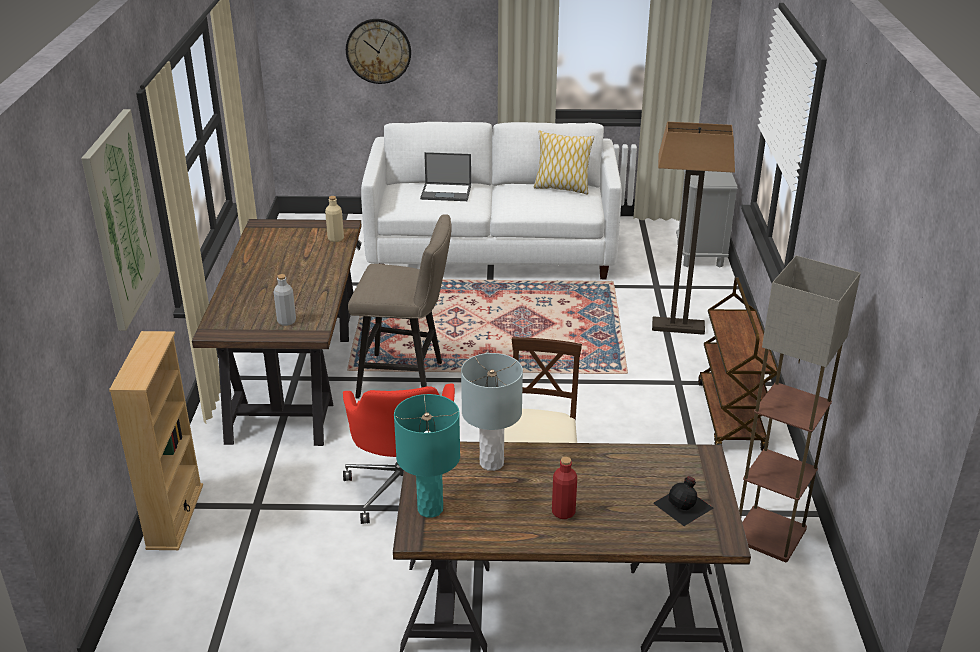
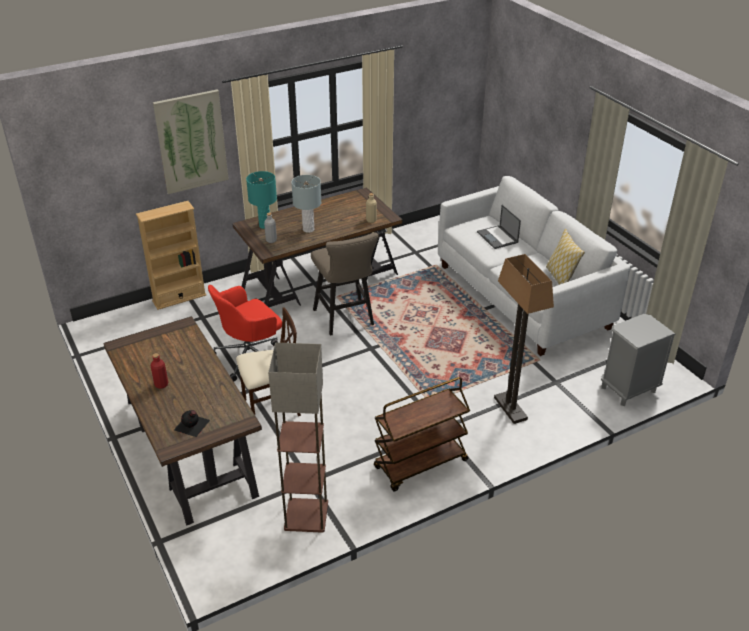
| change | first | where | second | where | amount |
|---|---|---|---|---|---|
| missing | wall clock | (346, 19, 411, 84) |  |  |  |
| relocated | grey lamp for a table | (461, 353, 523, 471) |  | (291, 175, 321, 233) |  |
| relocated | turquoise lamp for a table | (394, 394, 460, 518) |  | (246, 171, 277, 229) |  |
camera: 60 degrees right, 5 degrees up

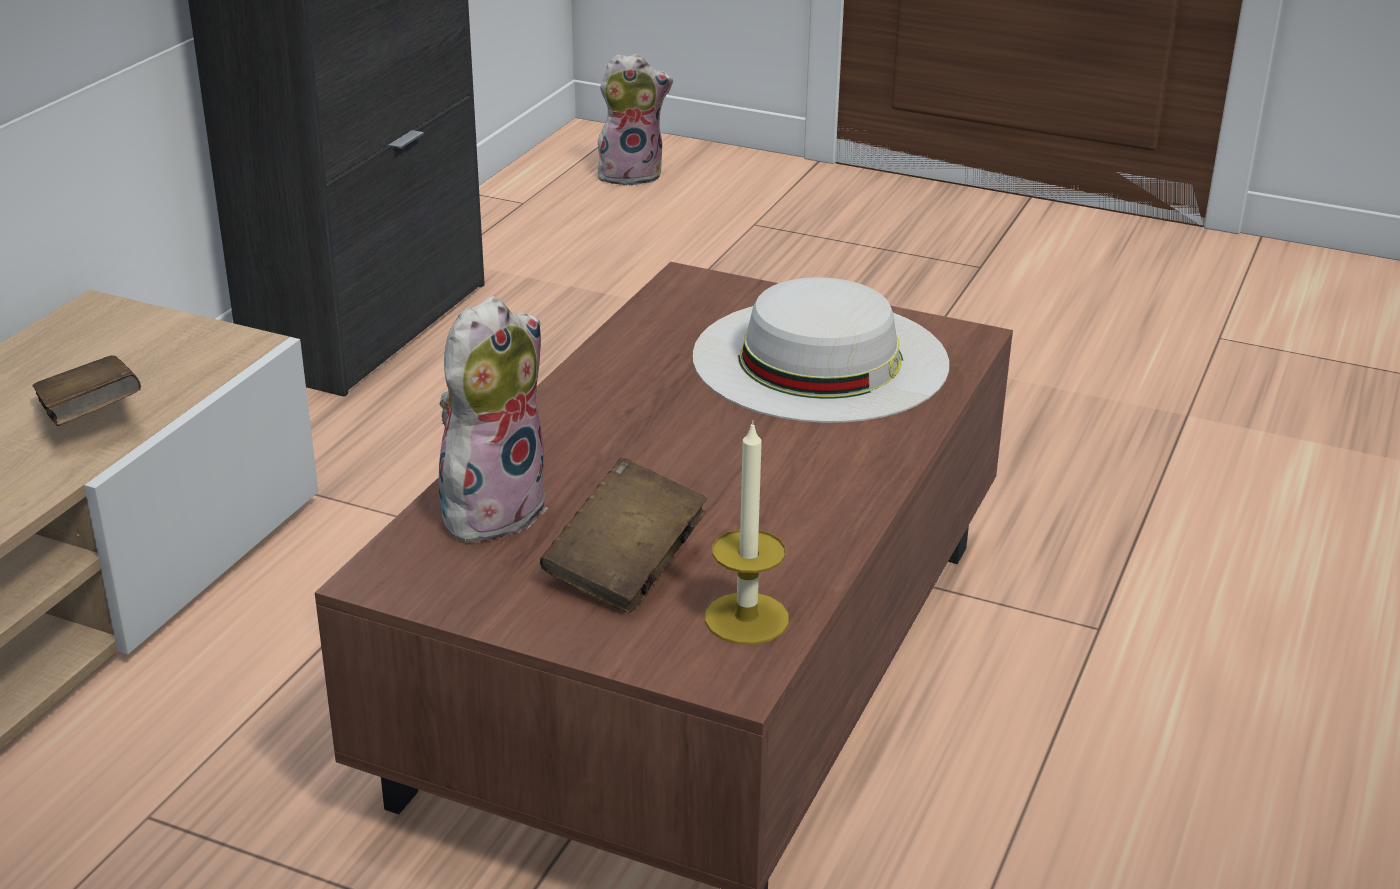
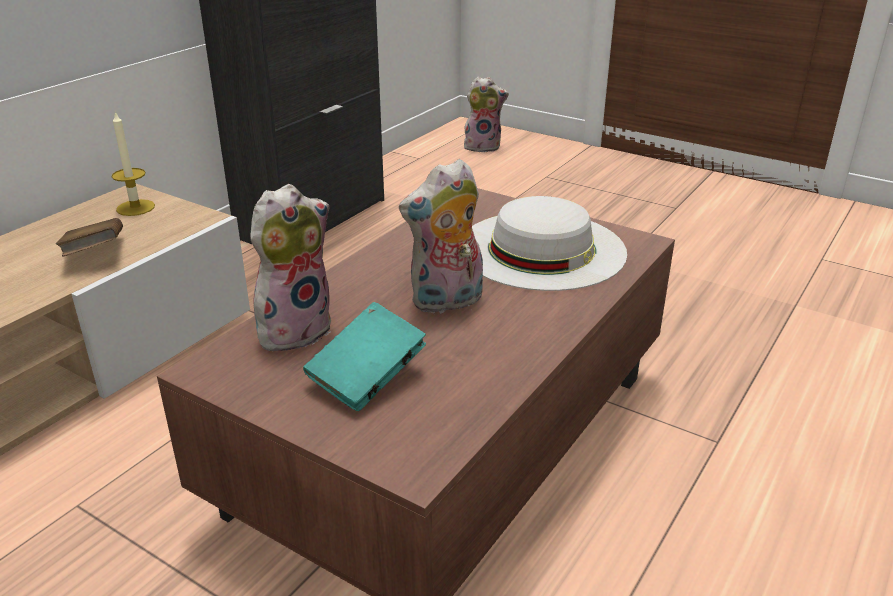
| change | first | where | second | where | amount |
|---|---|---|---|---|---|
| relocated | wax candle | (705, 420, 789, 645) |  | (112, 111, 155, 216) |  |
| colour | brownish bound book | (540, 458, 708, 612) | turquoise bound book | (303, 302, 426, 411) |  |
| appeared |  |  | soft toy | (399, 159, 483, 315) |  |
camera: 10 degrees right, 0 degrees up

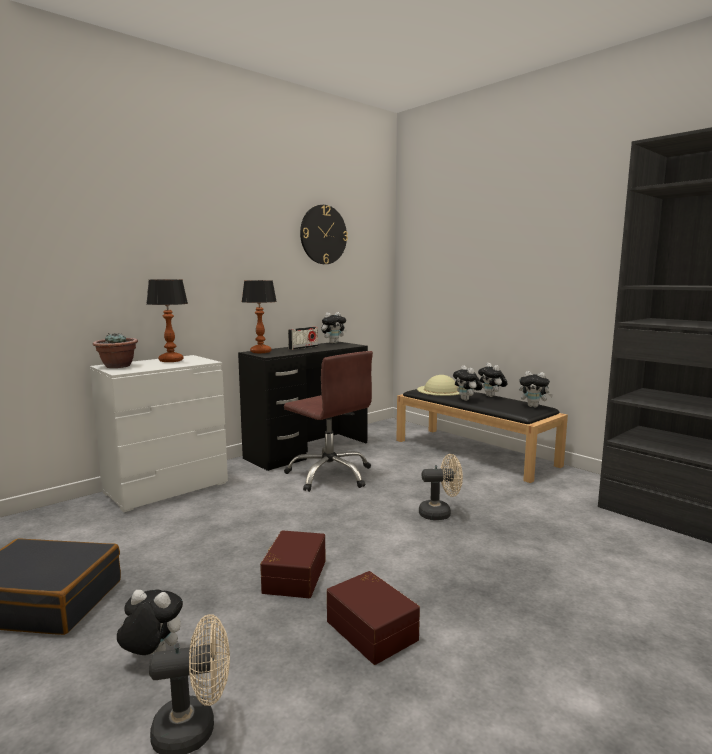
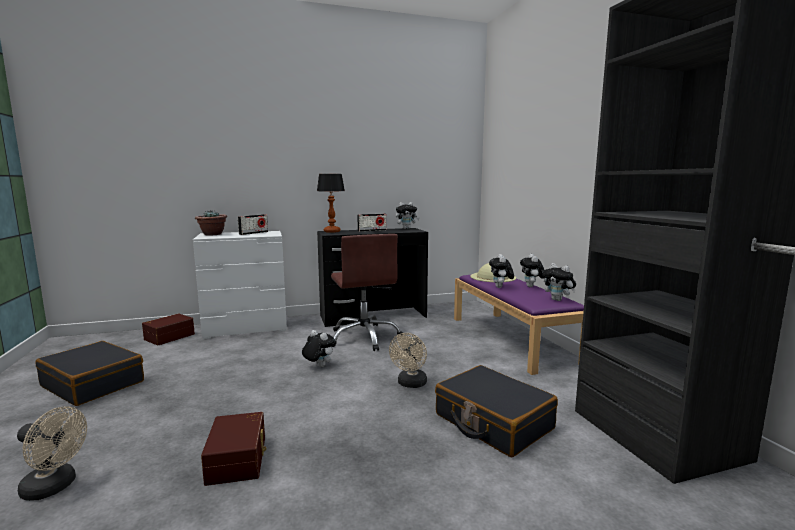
| change | first | where | second | where | amount |
|---|---|---|---|---|---|
| missing | wall clock | (300, 205, 348, 264) |  |  |  |
| exchanged | lamp for a table | (146, 279, 188, 362) | radio receiver | (238, 214, 268, 235) |  |
| colour | blackish long seat | (396, 389, 568, 483) | purple-coloured long seat | (454, 275, 584, 375) |  |
| spun | sand-coloured electric fan | (419, 454, 463, 520) |  | (389, 333, 427, 388) | 90 degrees clockwise |
| relocated | brownish storage container | (260, 530, 326, 598) |  | (142, 314, 195, 345) |  |
| relocated | soft toy | (117, 590, 183, 655) |  | (302, 330, 335, 367) |  |
| appeared |  |  | blackish piece of luggage | (435, 365, 558, 457) |  |
camera: 25 degrees right, 0 degrees up

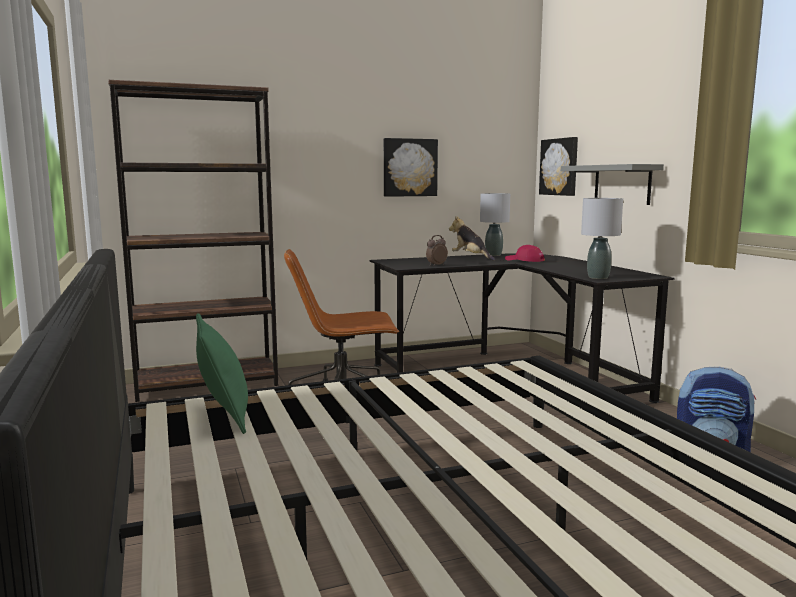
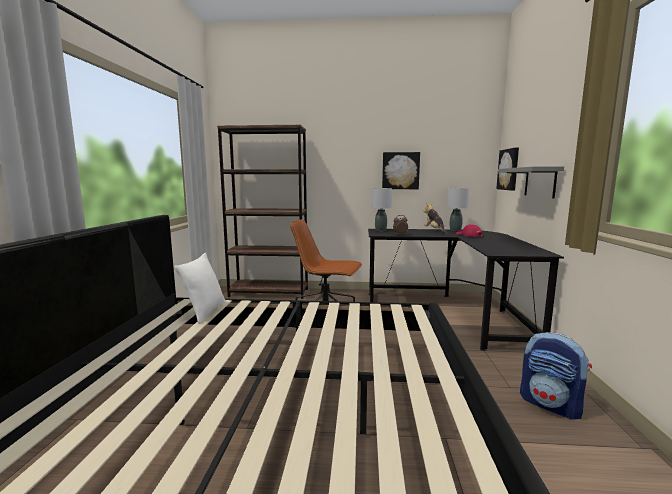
| change | first | where | second | where | amount |
|---|---|---|---|---|---|
| relocated | grey lamp for a table | (581, 198, 623, 279) |  | (371, 188, 392, 231) |  |
| colour | greenish pillow | (196, 313, 248, 434) | white-coloured pillow | (175, 253, 226, 324) |  |
camera: 25 degrees right, 0 degrees up

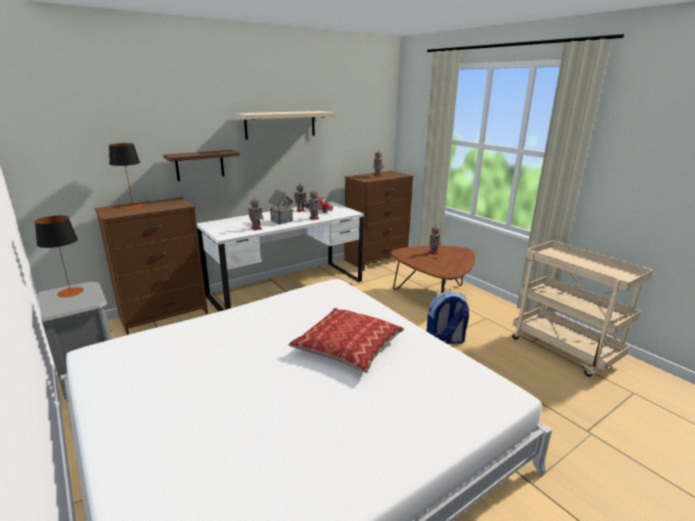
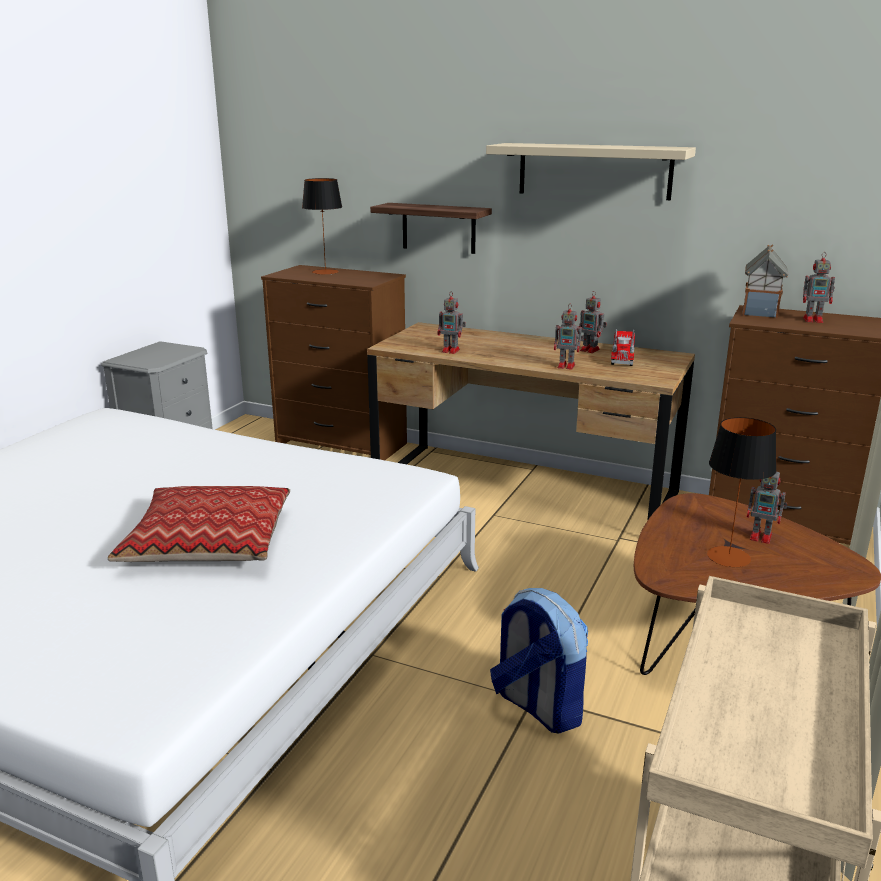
| change | first | where | second | where | amount |
|---|---|---|---|---|---|
| relocated | miniature house | (269, 189, 294, 225) |  | (742, 244, 788, 318) |  |
| colour | white-coloured desk | (197, 202, 364, 311) | brownish desk | (367, 322, 695, 521) |  |
| relocated | lamp for a table | (35, 216, 84, 297) |  | (707, 417, 777, 567) |  |
camera: 60 degrees right, 0 degrees up

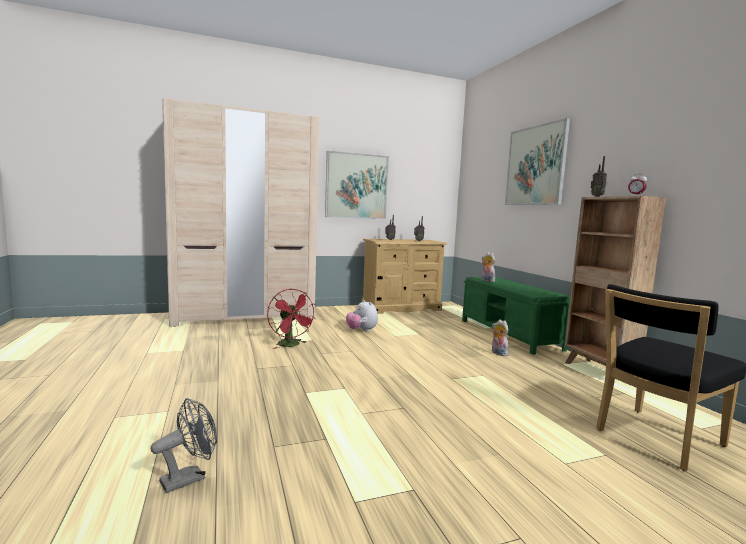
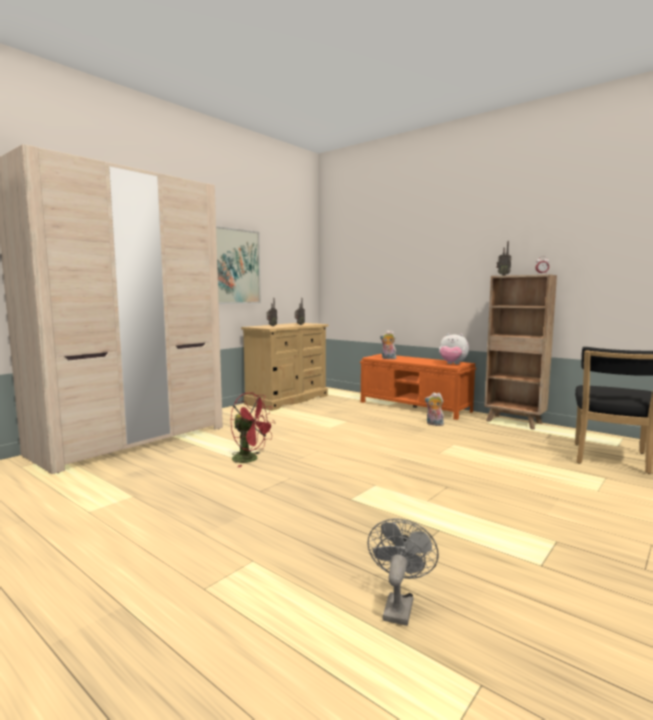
| change | first | where | second | where | amount |
|---|---|---|---|---|---|
| missing | picture | (505, 118, 570, 205) |  |  |  |
| colour | greenish long seat | (462, 277, 570, 355) | orangey long seat | (360, 354, 476, 420) |  |
| relocated | soft toy | (346, 300, 378, 332) |  | (439, 333, 469, 364) |  |
camera: 30 degrees left, 0 degrees up

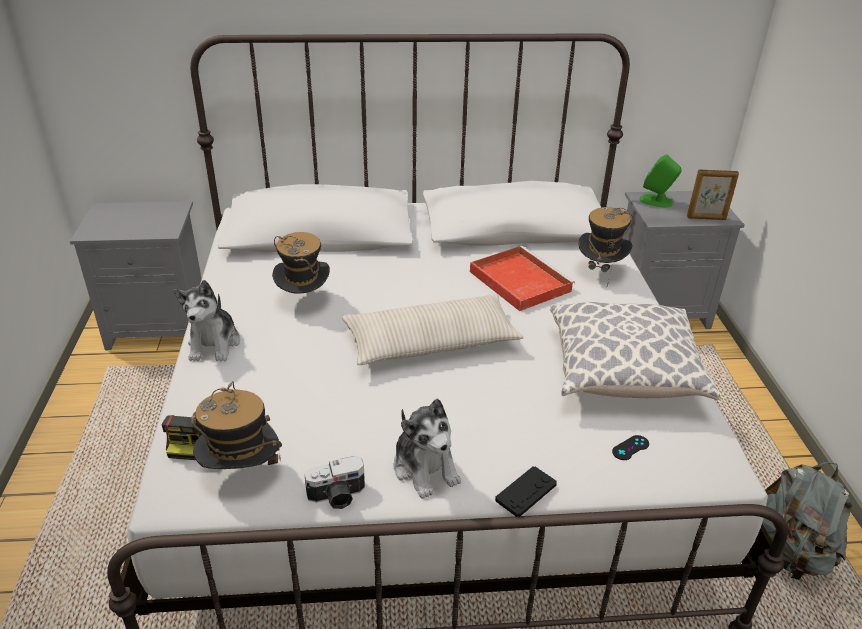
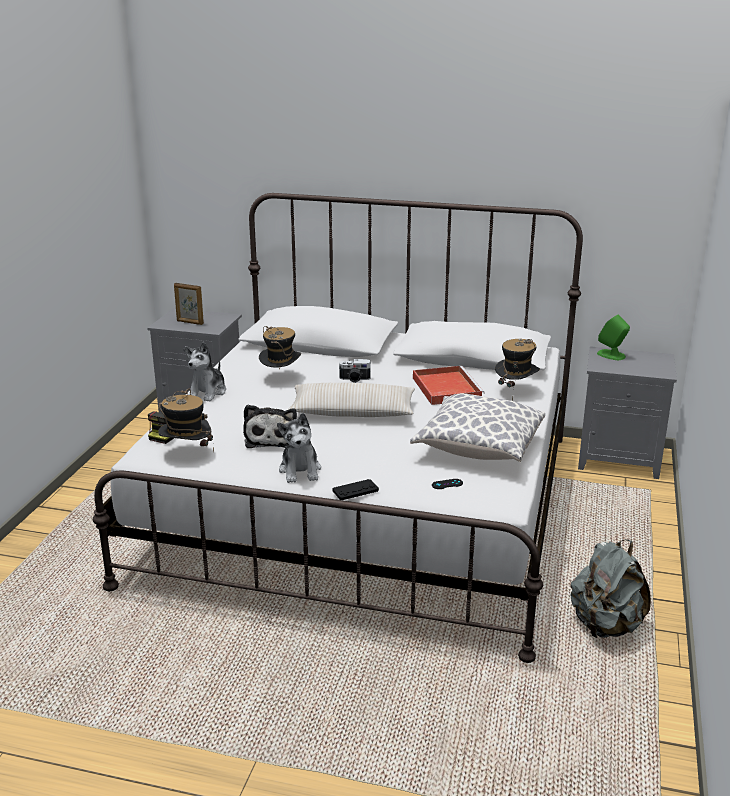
| change | first | where | second | where | amount |
|---|---|---|---|---|---|
| relocated | photo frame | (687, 169, 739, 220) |  | (174, 283, 204, 325) |  |
| relocated | photo camera | (304, 456, 365, 509) |  | (339, 359, 371, 383) |  |
| appeared |  |  | soft toy | (243, 405, 297, 448) |  |
camera: 20 degrees right, 10 degrees down

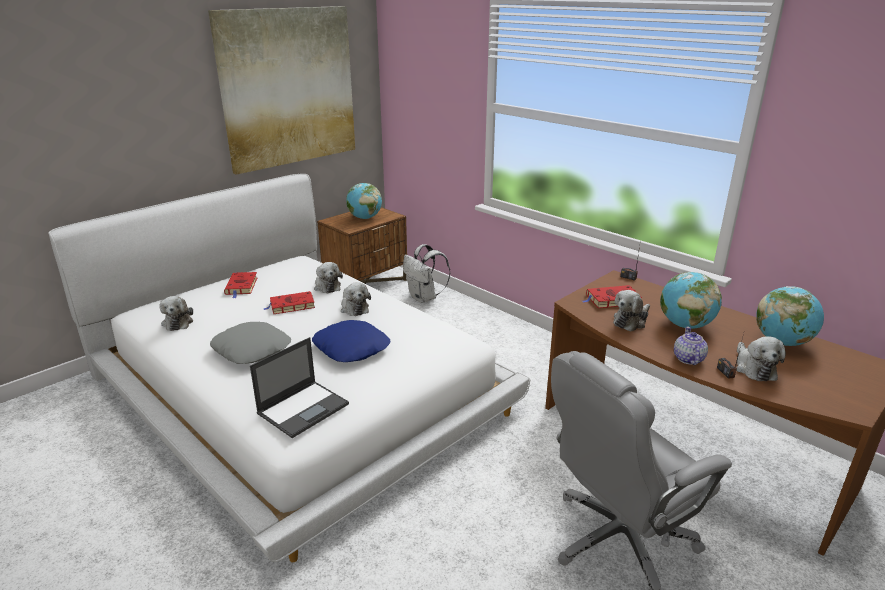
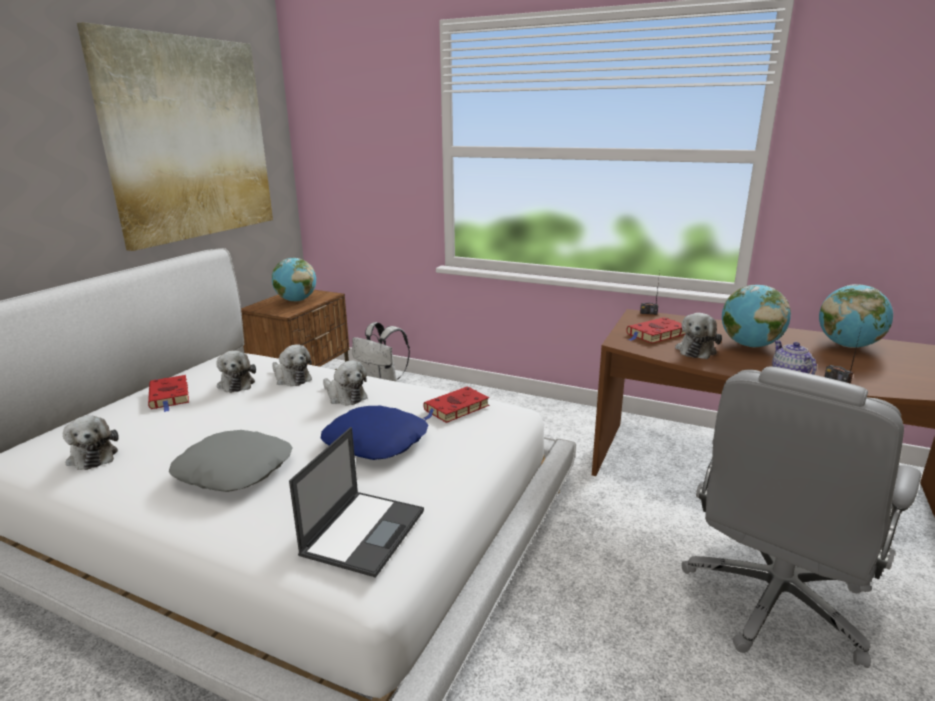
| change | first | where | second | where | amount |
|---|---|---|---|---|---|
| relocated | reddish bound book | (263, 291, 315, 314) |  | (423, 387, 489, 423) |  |
| relocated | soft toy | (736, 336, 786, 381) |  | (216, 351, 256, 393) |  |
camera: 20 degrees left, 5 degrees down

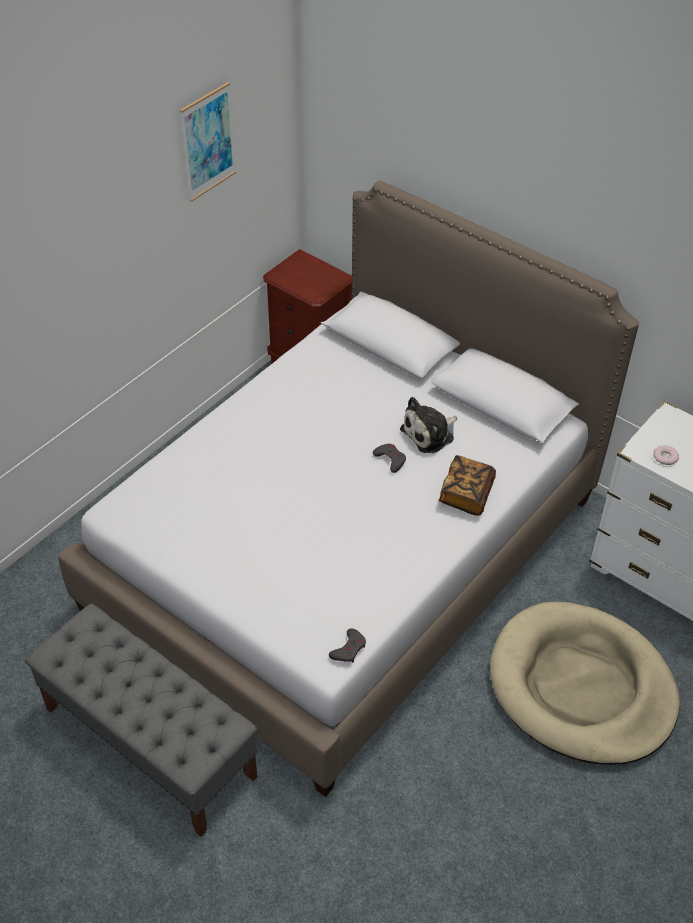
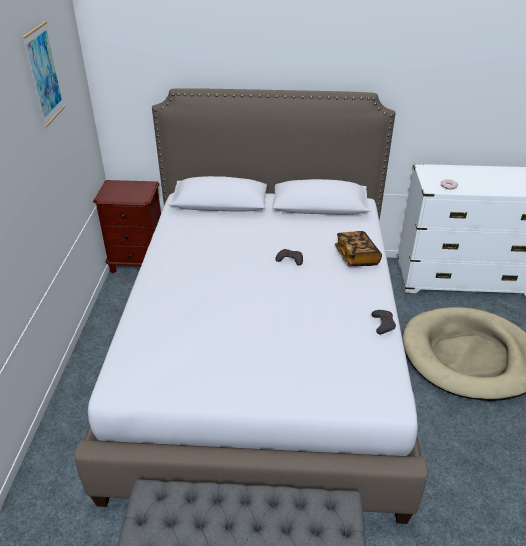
| change | first | where | second | where | amount |
|---|---|---|---|---|---|
| missing | soft toy | (400, 397, 457, 453) |  |  |  |
| relocated | grey gamepad | (329, 628, 366, 662) |  | (371, 310, 396, 334) |  |
camera: 35 degrees left, 10 degrees down

